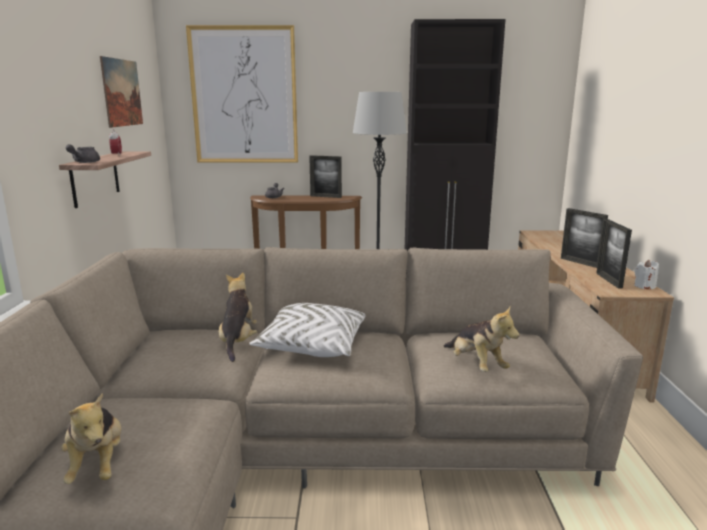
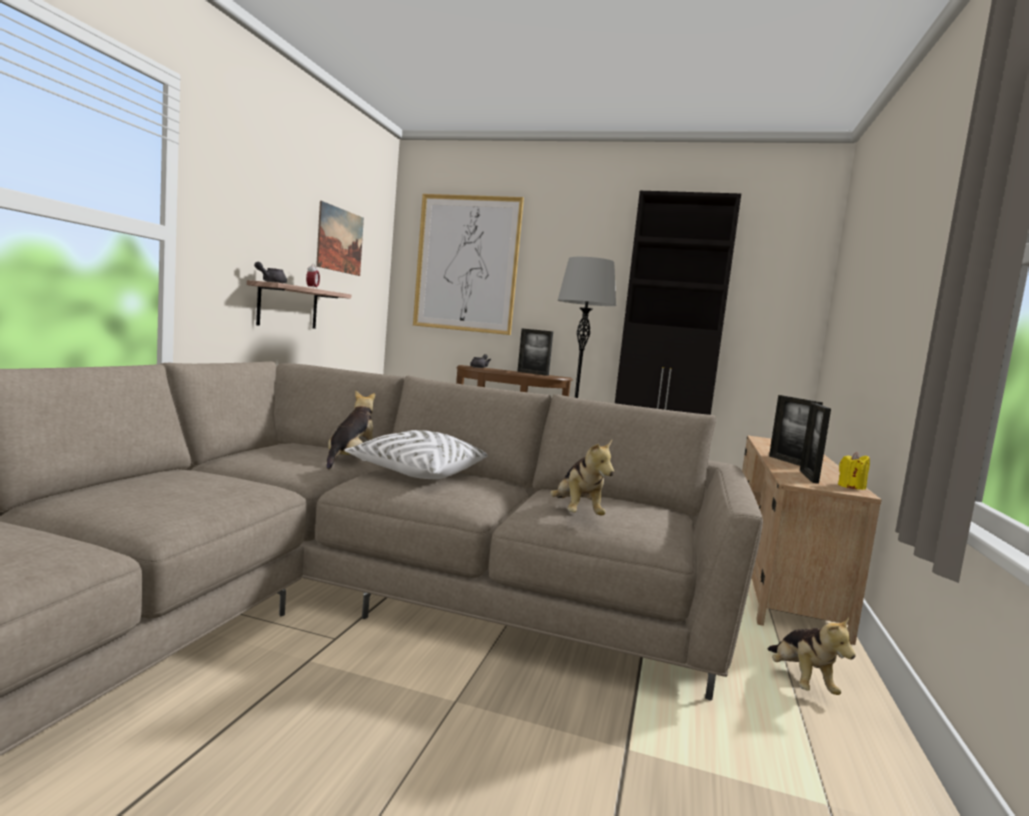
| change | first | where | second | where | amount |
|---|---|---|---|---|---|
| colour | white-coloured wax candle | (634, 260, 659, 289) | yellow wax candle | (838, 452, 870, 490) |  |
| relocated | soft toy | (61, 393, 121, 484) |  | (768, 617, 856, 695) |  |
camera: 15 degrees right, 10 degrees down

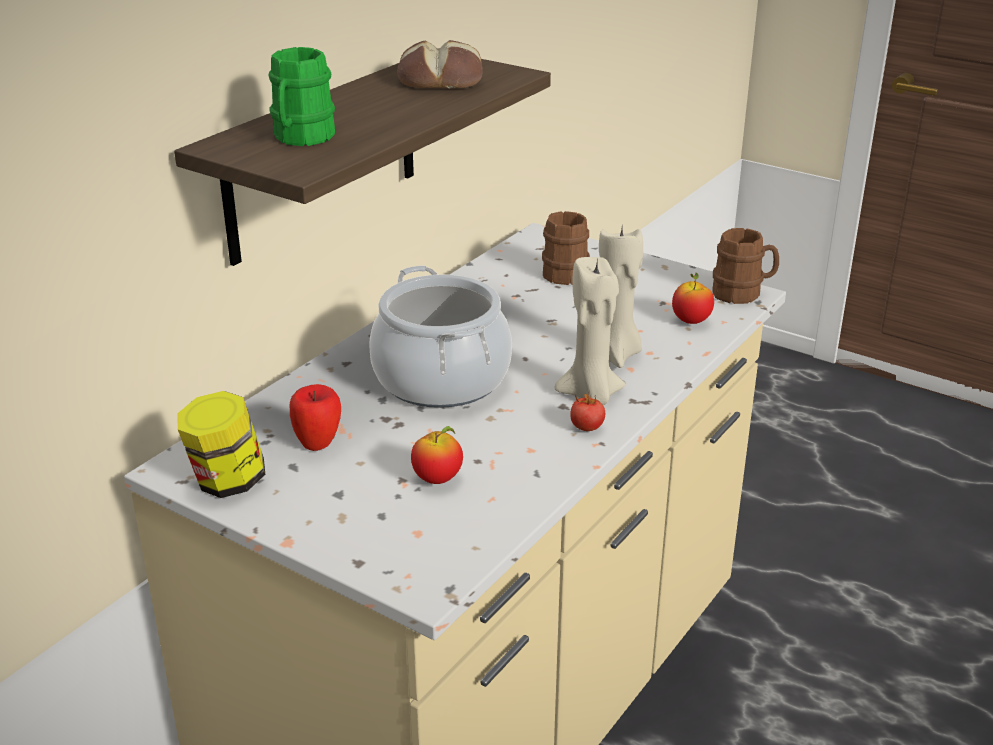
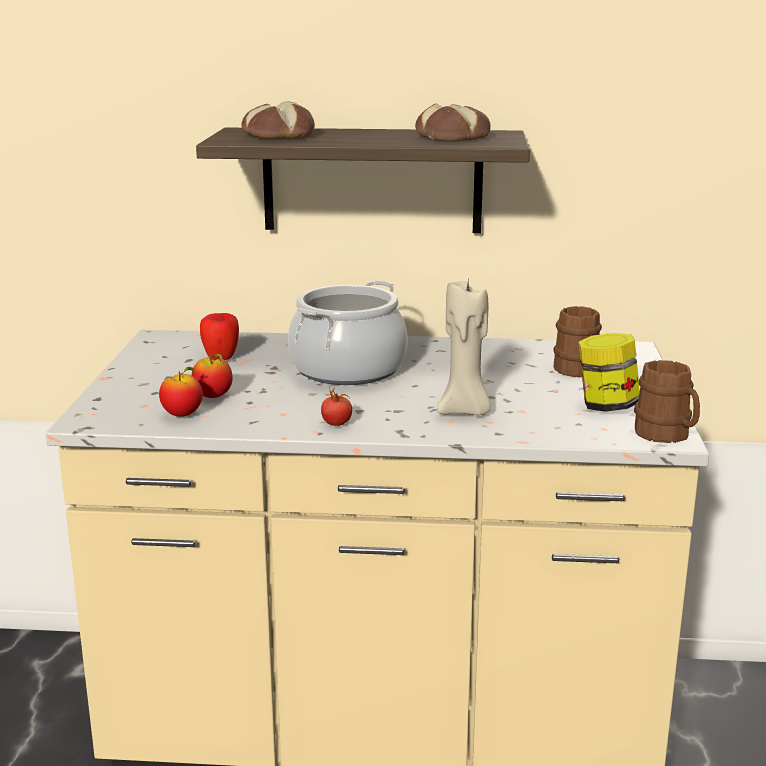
| change | first | where | second | where | amount |
|---|---|---|---|---|---|
| exchanged | greenish mug | (269, 47, 335, 146) | baked bread | (241, 101, 315, 139) |  |
| missing | sand-coloured wax candle | (555, 257, 626, 405) |  |  |  |
| relocated | whole apple | (672, 273, 714, 324) |  | (159, 367, 203, 417) |  |
| relocated | preserve jar | (178, 391, 265, 498) |  | (578, 333, 640, 412) |  |
camera: 60 degrees right, 10 degrees down

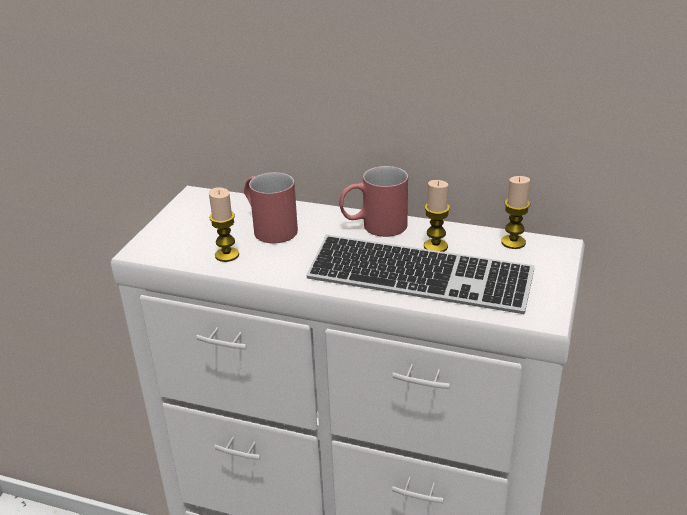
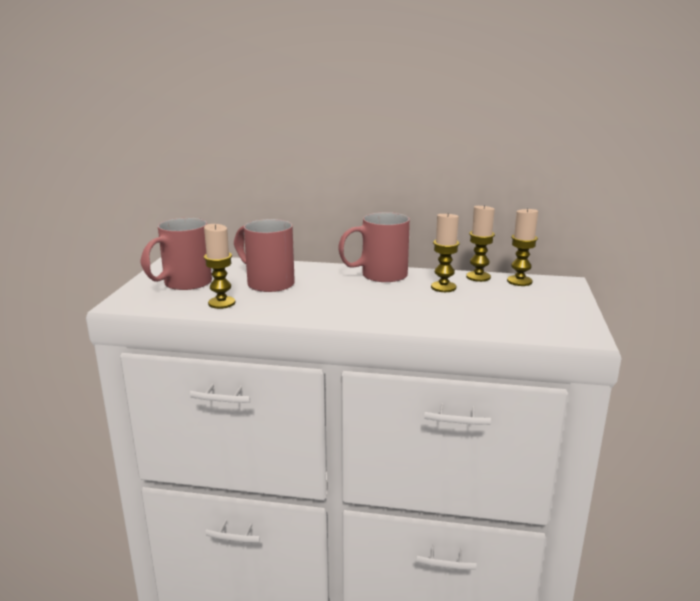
| change | first | where | second | where | amount |
|---|---|---|---|---|---|
| missing | keyboard | (306, 235, 535, 314) |  |  |  |
| appeared |  |  | wax candle | (466, 205, 495, 282) |  |
| appeared |  |  | reddish mug | (141, 218, 212, 290) |  |
camera: 10 degrees left, 10 degrees down

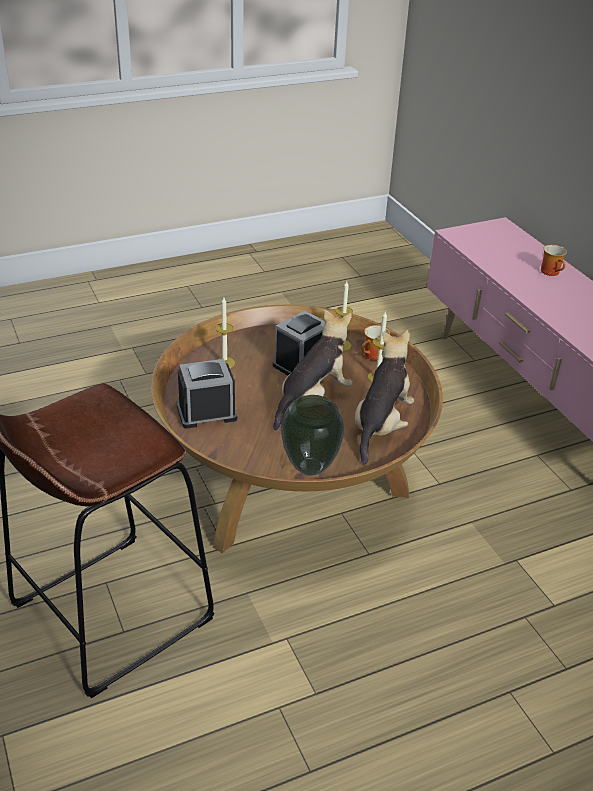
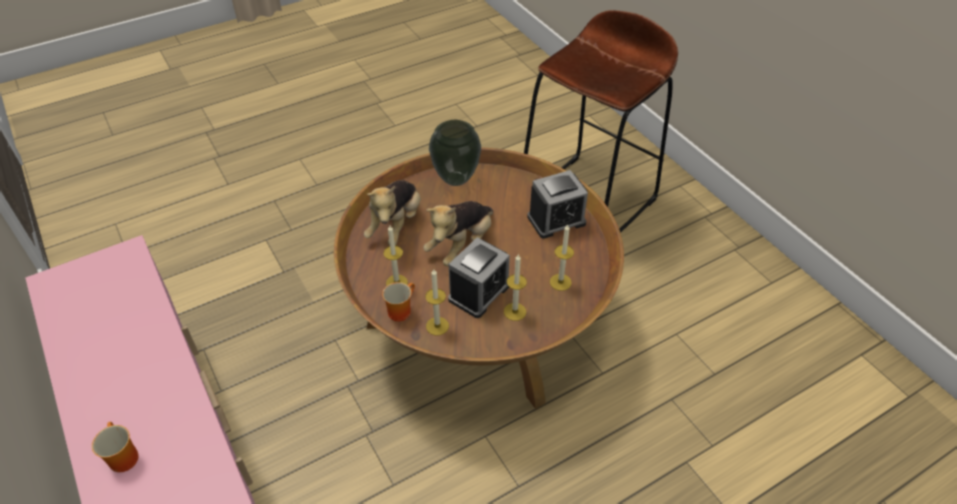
| change | first | where | second | where | amount |
|---|---|---|---|---|---|
| appeared |  |  | wax candle | (504, 255, 527, 321) |  |
camera: 175 degrees right, 10 degrees up

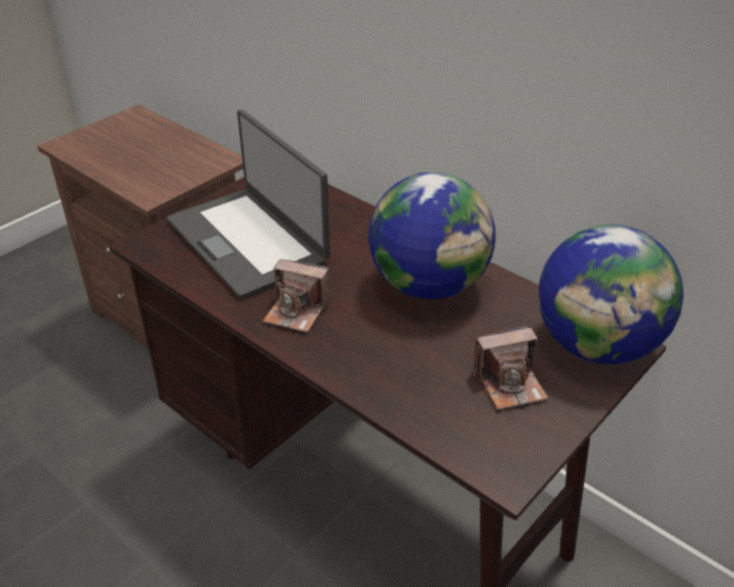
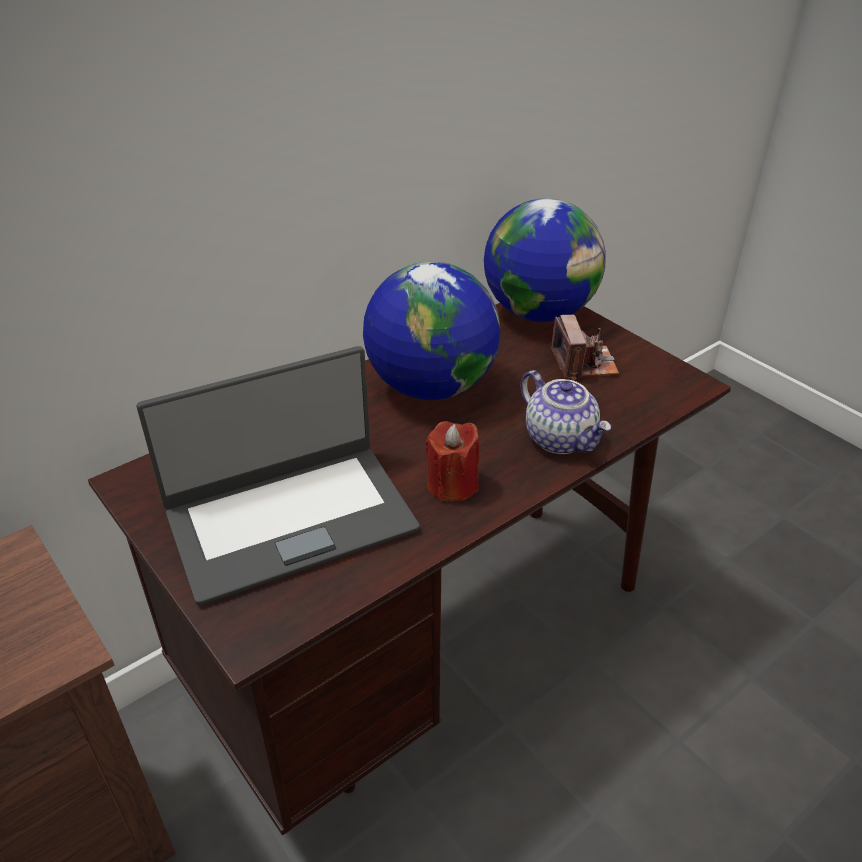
| change | first | where | second | where | amount |
|---|---|---|---|---|---|
| exchanged | photo camera | (263, 259, 331, 333) | reddish wax candle | (425, 421, 479, 502) |  |
| appeared |  |  | teapot | (521, 370, 611, 454) |  |
camera: 80 degrees left, 0 degrees up

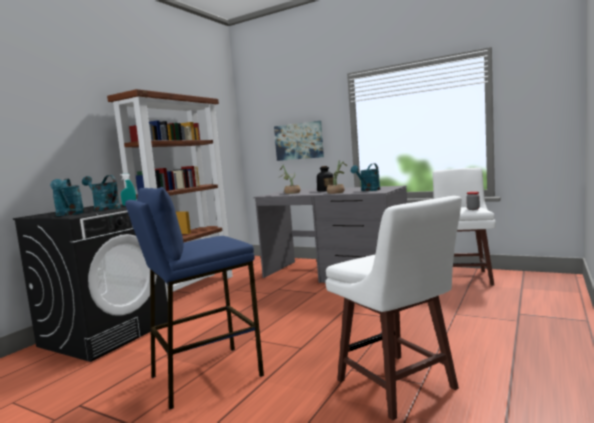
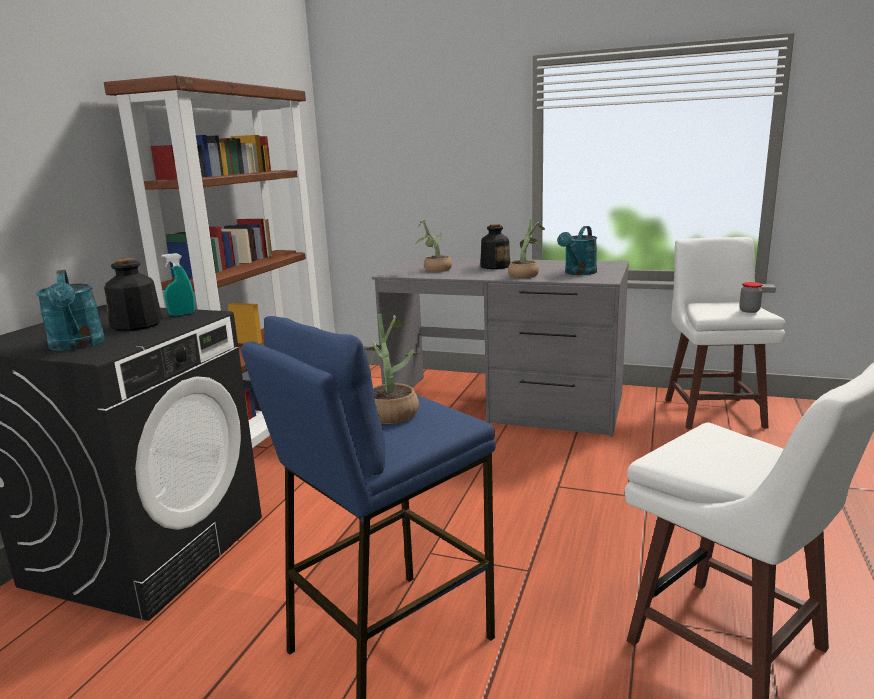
| change | first | where | second | where | amount |
|---|---|---|---|---|---|
| missing | picture | (274, 121, 324, 161) |  |  |  |
| exchanged | turquoise watering can | (82, 175, 120, 211) | bottle | (104, 258, 162, 331) |  |
| appeared |  |  | potted plant | (364, 314, 420, 424) |  |
camera: 10 degrees left, 10 degrees up

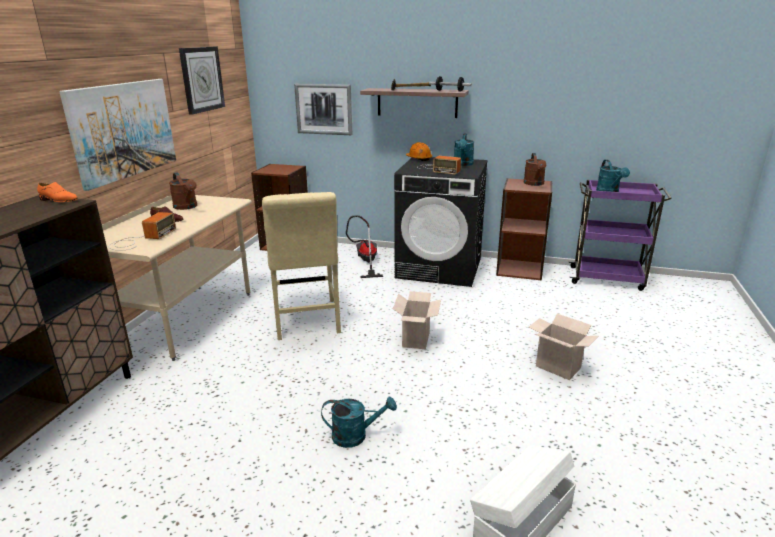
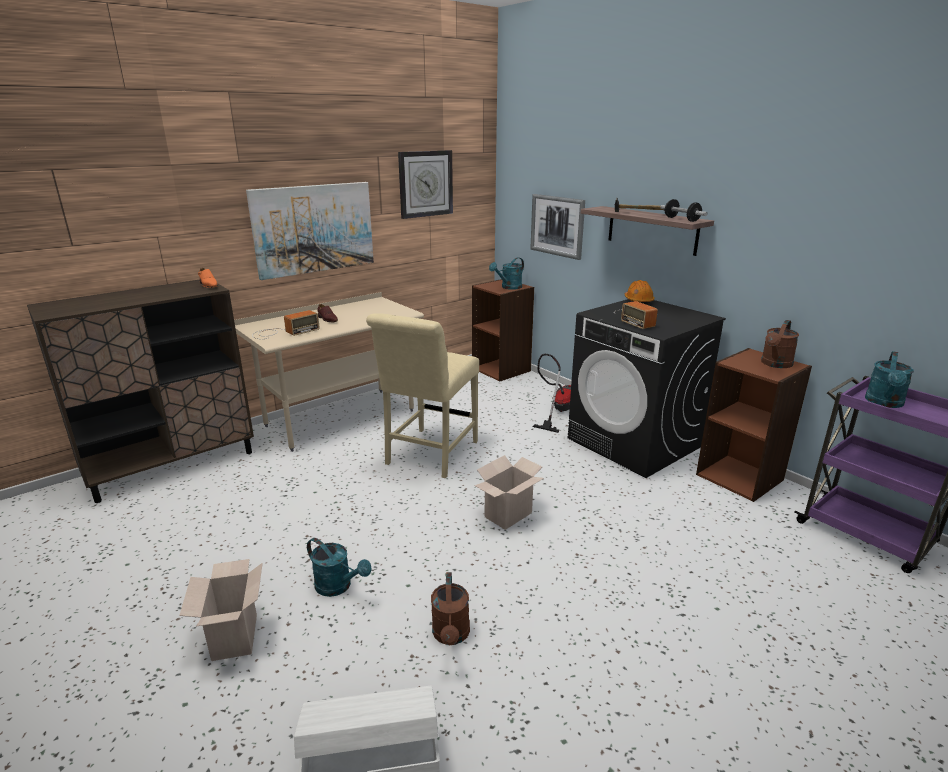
| change | first | where | second | where | amount |
|---|---|---|---|---|---|
| relocated | turquoise watering can | (454, 134, 474, 166) |  | (489, 258, 524, 290) |  |
| relocated | brownish watering can | (169, 173, 197, 210) |  | (431, 572, 470, 645) |  |
| relocated | packing box | (528, 314, 599, 380) |  | (179, 559, 263, 661) |  |
camera: 35 degrees right, 0 degrees up

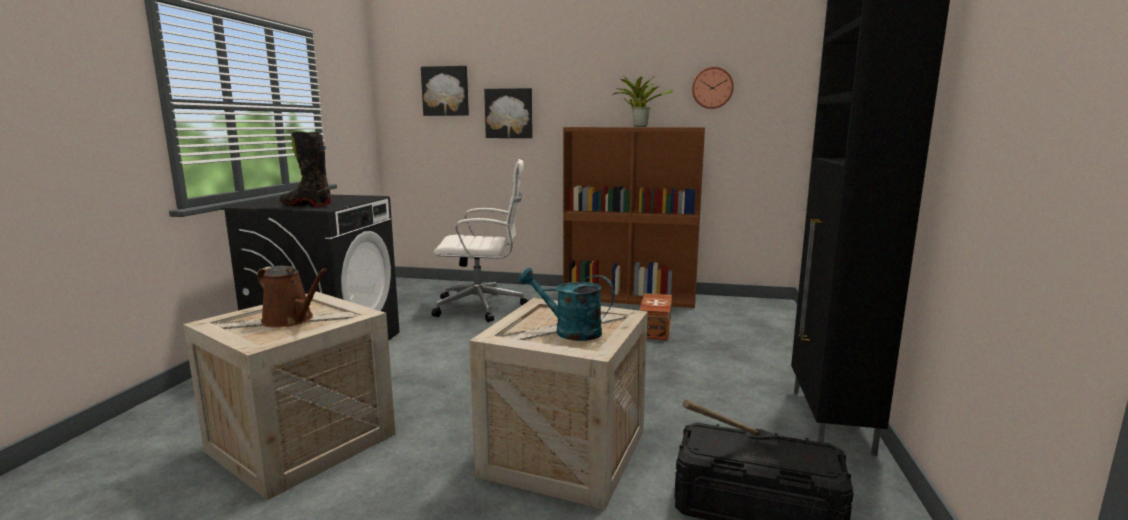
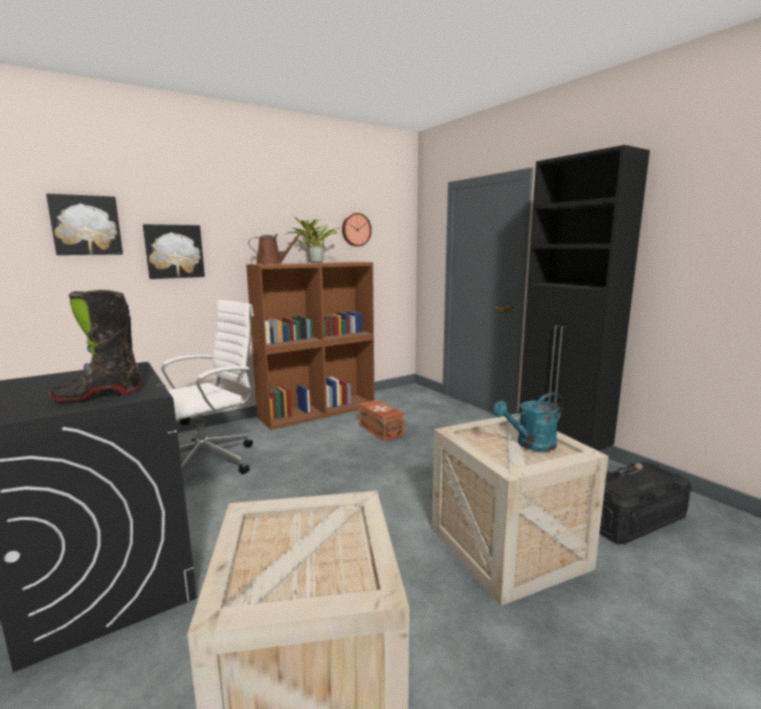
| change | first | where | second | where | amount |
|---|---|---|---|---|---|
| relocated | brownish watering can | (257, 266, 327, 328) |  | (248, 231, 303, 265) |  |
camera: 45 degrees left, 0 degrees up

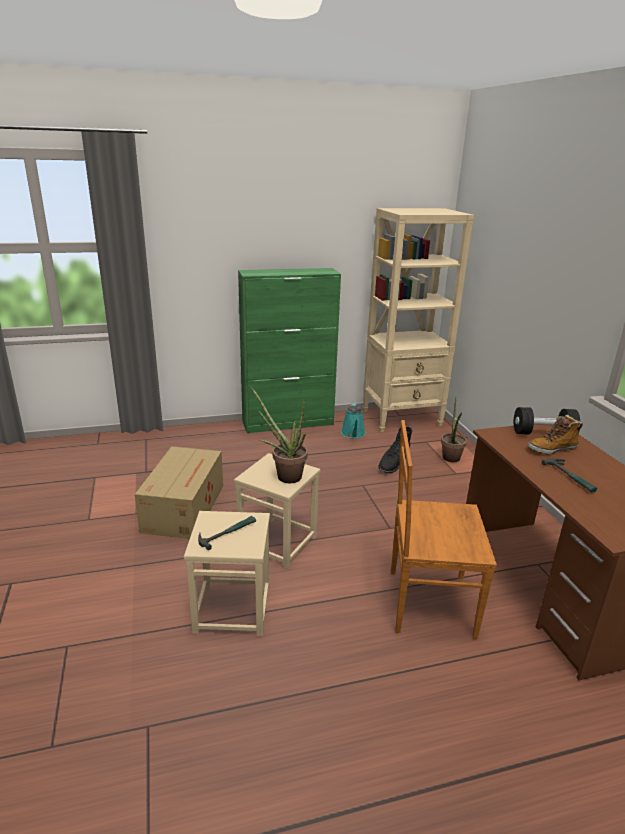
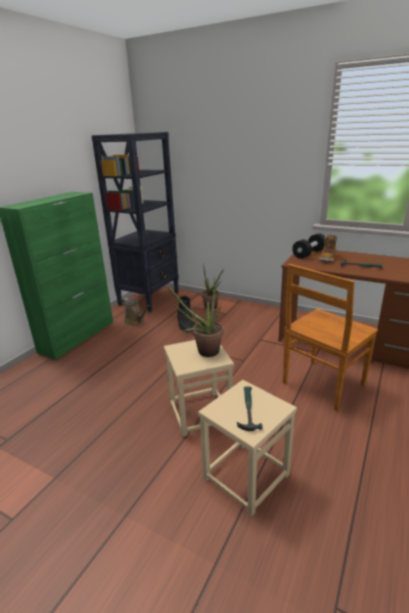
| change | first | where | second | where | amount |
|---|---|---|---|---|---|
| colour | sand-coloured bookcase | (363, 208, 474, 432) | blackish bookcase | (91, 132, 179, 312) |  |
| colour | turquoise watering can | (341, 403, 366, 439) | brownish watering can | (122, 298, 150, 326) |  |
| missing | packing box | (135, 446, 223, 539) |  |  |  |
camera: 45 degrees left, 0 degrees up

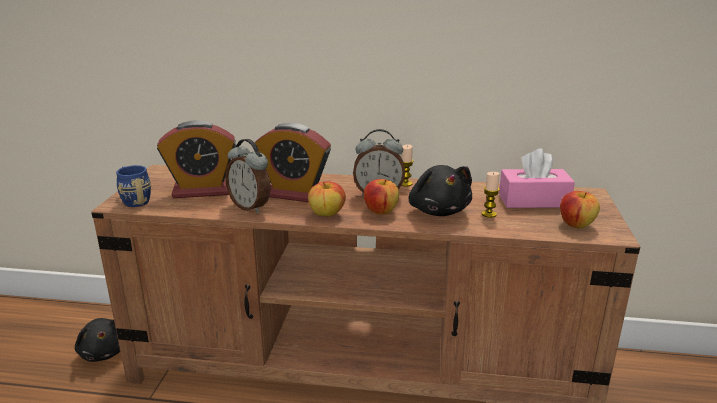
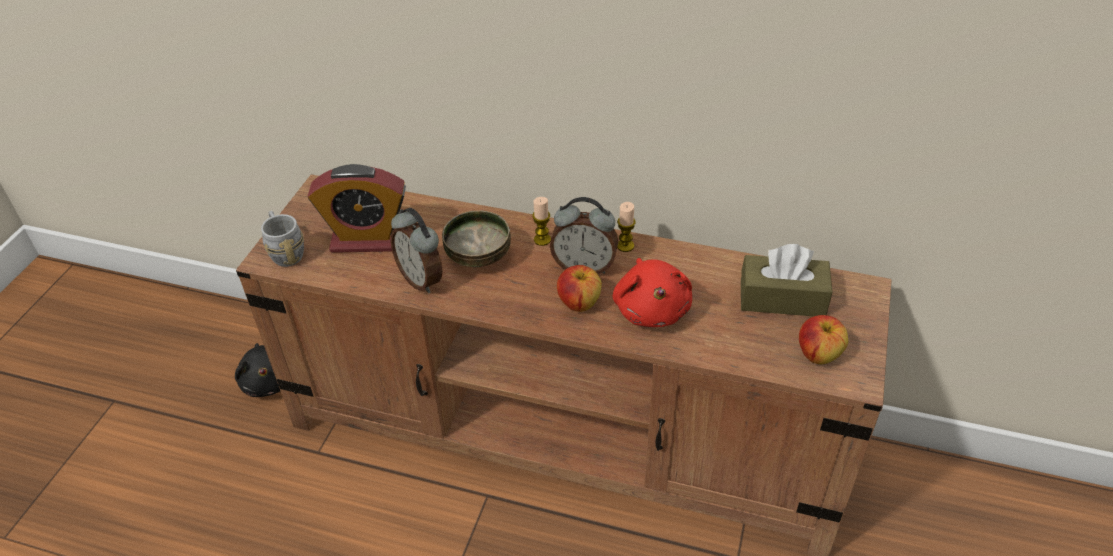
| change | first | where | second | where | amount |
|---|---|---|---|---|---|
| exchanged | table clock | (255, 123, 331, 202) | bowl | (442, 210, 511, 267) |  |
| colour | pink tissue box | (499, 148, 575, 208) | brownish tissue box | (741, 244, 833, 316) |  |
| colour | blue mug | (116, 165, 151, 207) | grey mug | (261, 211, 304, 267) |  |
| colour | blackish soft toy | (409, 165, 472, 216) | reddish soft toy | (613, 258, 692, 327) |  |
| relocated | wax candle | (482, 172, 500, 218) |  | (532, 197, 551, 246) |  |
| missing | whole apple | (308, 181, 346, 217) |  |  |  |
camera: 10 degrees right, 20 degrees up

